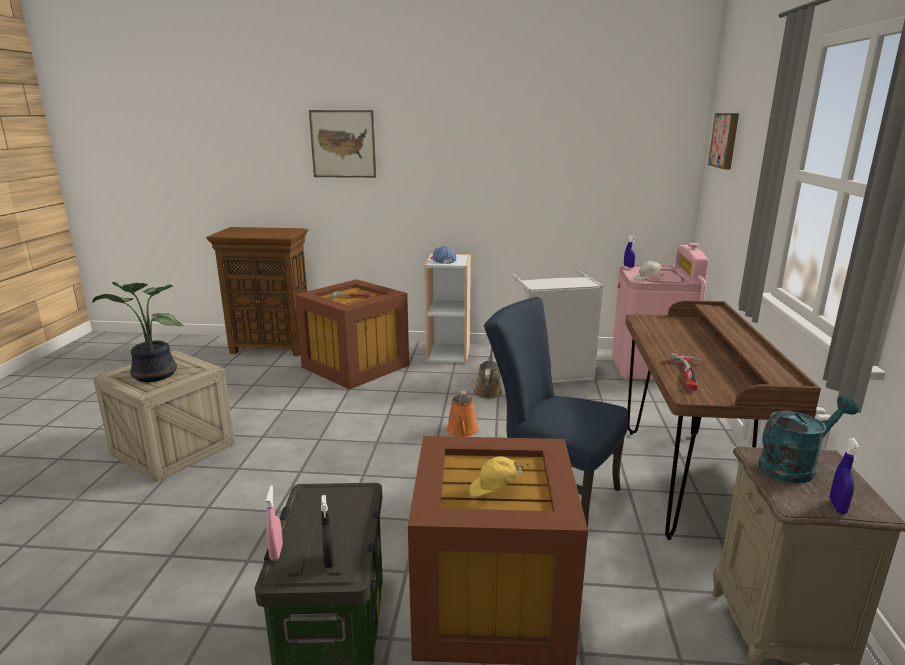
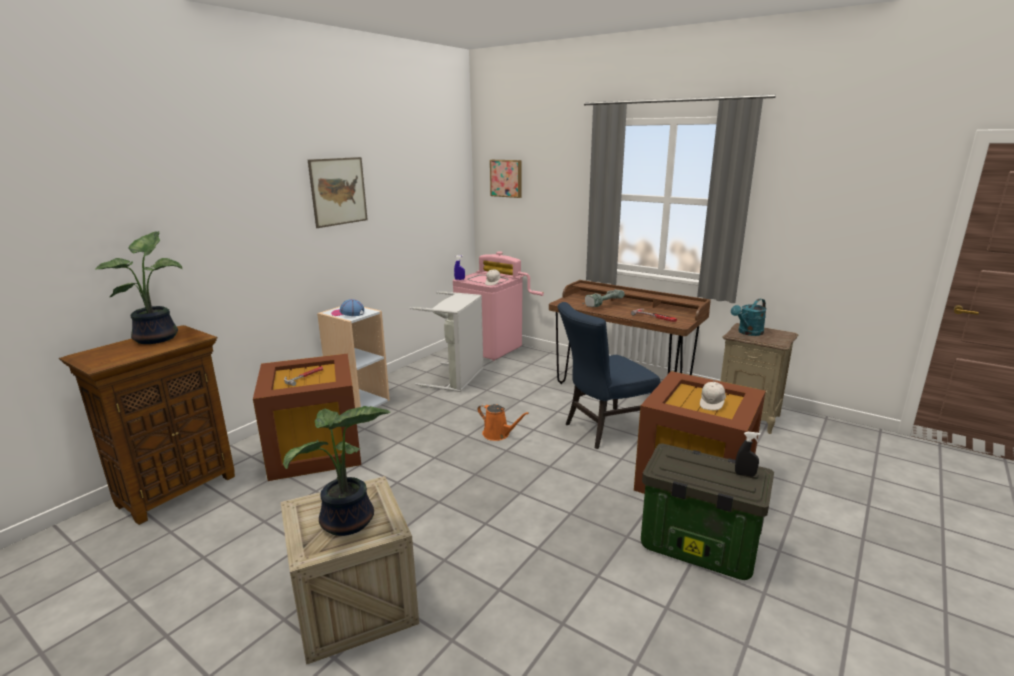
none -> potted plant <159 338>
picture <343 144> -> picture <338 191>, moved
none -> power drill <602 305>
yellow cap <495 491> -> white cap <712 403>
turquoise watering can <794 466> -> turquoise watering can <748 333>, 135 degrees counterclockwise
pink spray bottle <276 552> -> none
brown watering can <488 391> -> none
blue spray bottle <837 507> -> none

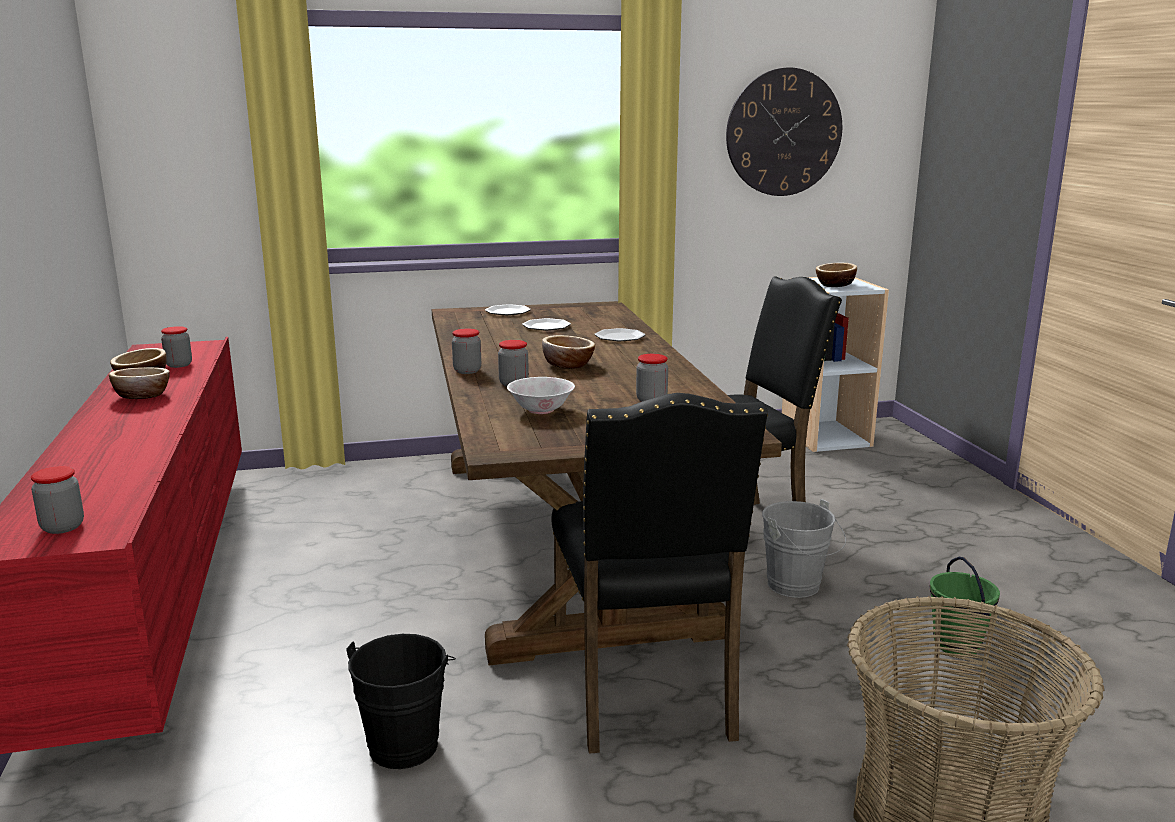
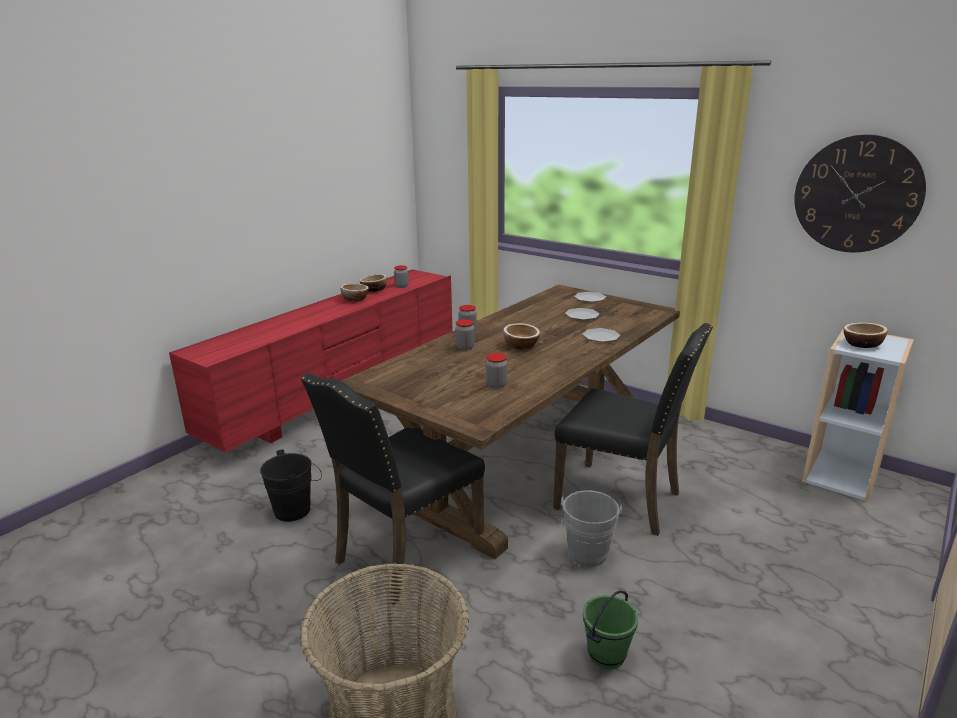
jar <62 527> -> none
white bowl <541 410> -> none

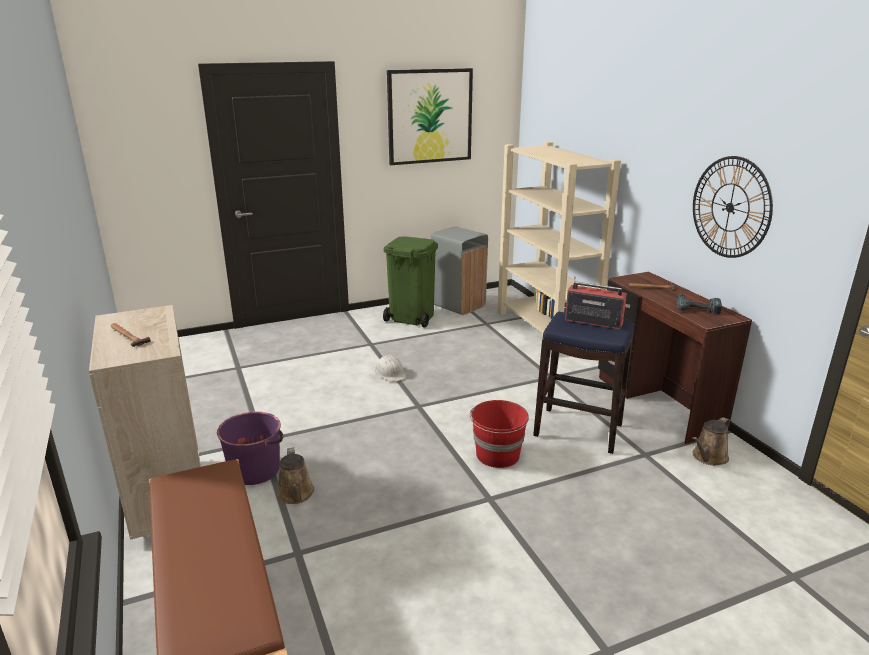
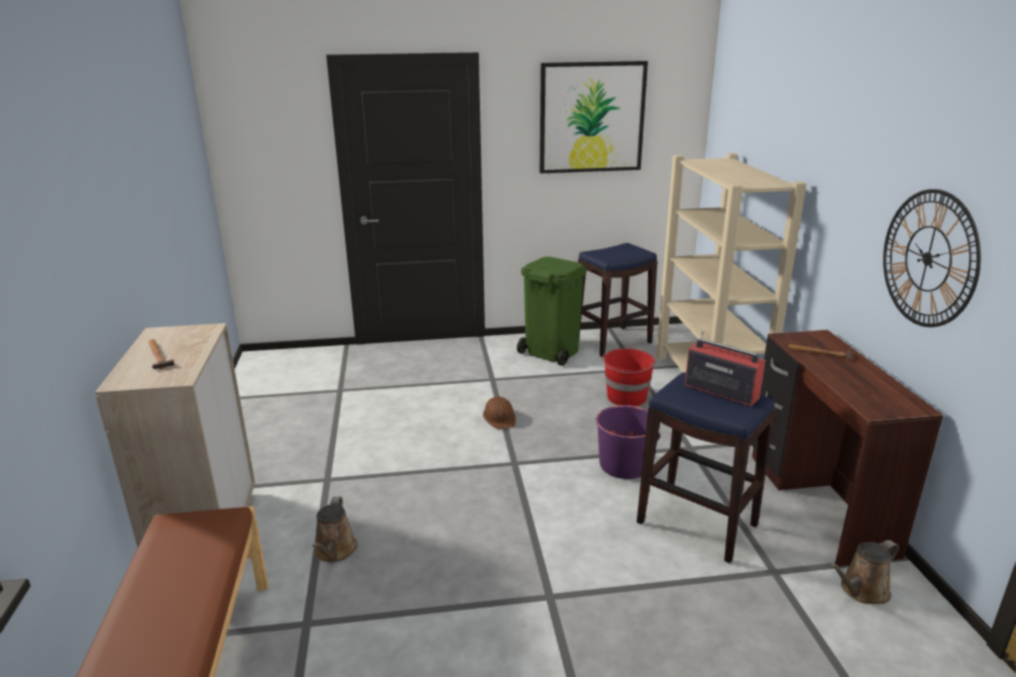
white hard hat <391 373> -> brown hard hat <500 418>
grey trash can <458 305> -> stool <612 342>
purple bucket <255 470> -> purple bucket <625 465>, moved
red bucket <497 455> -> red bucket <626 397>, moved
power drill <697 307> -> none

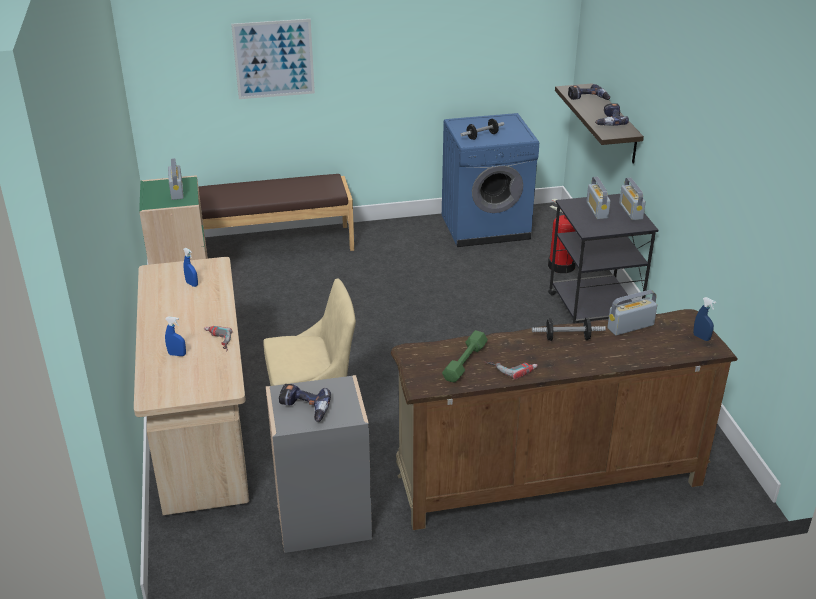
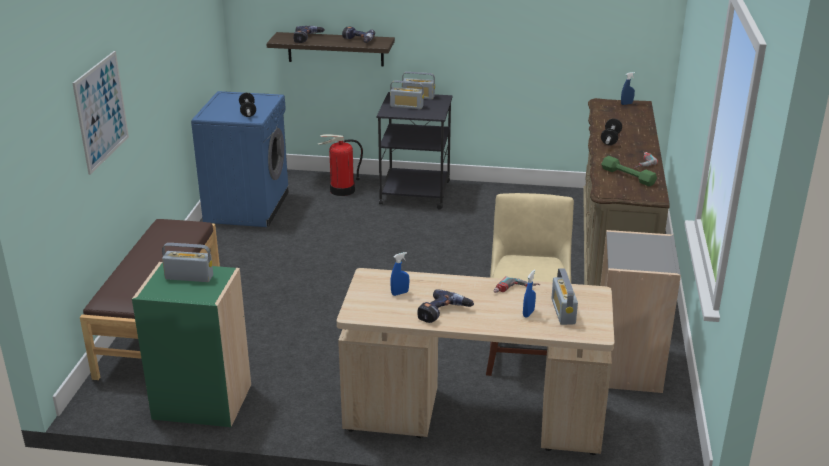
power drill <304 409> -> power drill <444 314>, moved
radio <630 326> -> radio <563 311>, moved

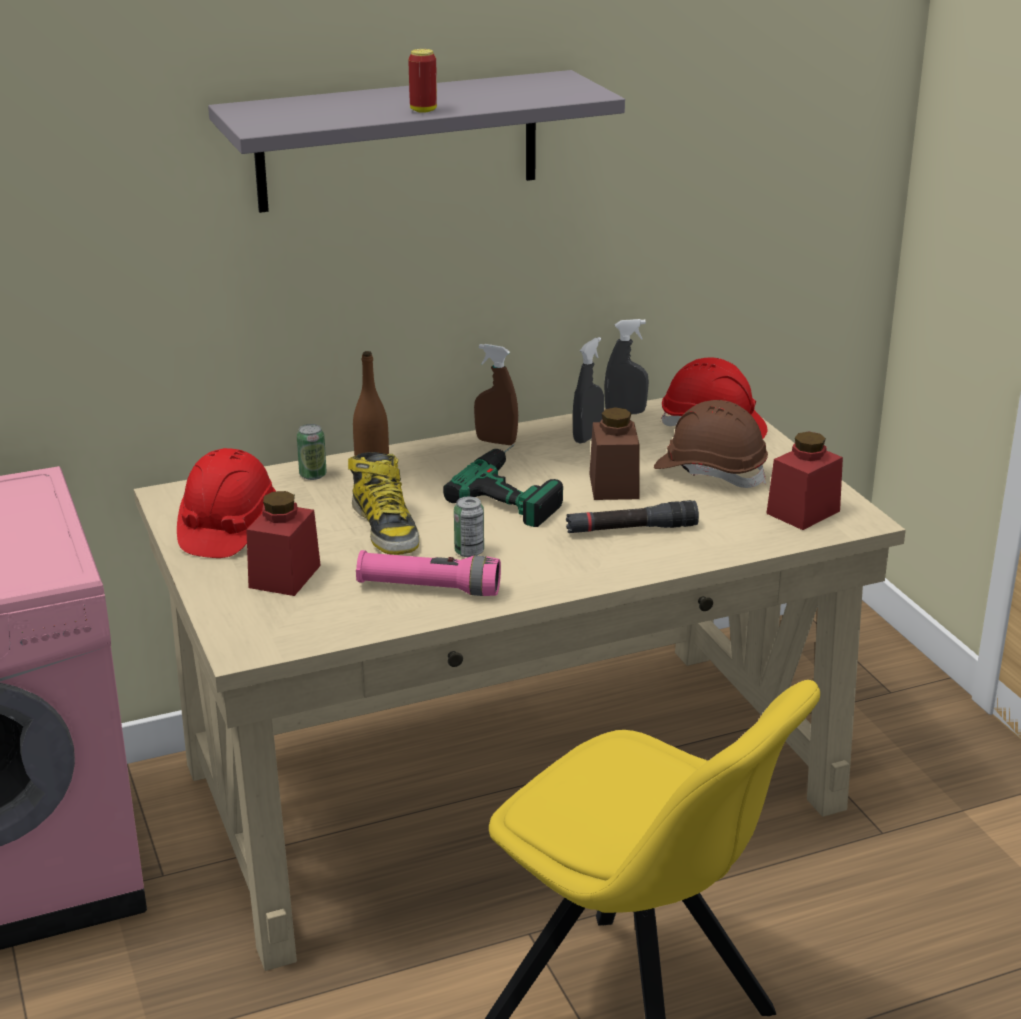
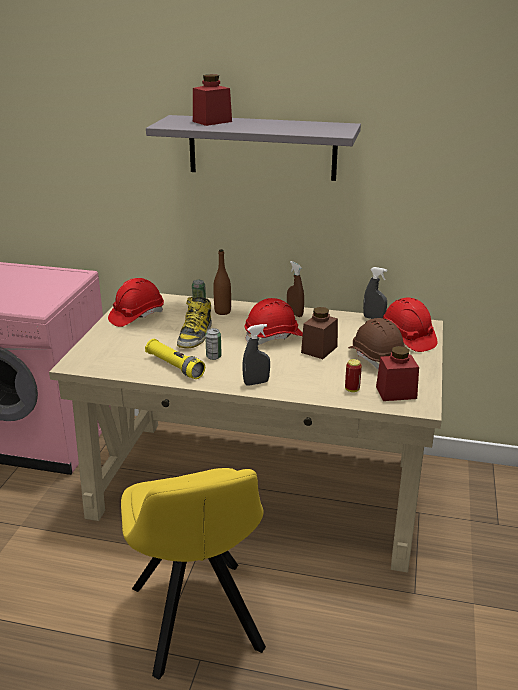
pink flashlight <429 588> -> yellow flashlight <175 366>
red jar <285 576> -> red jar <212 121>, moved
grey spray bottle <587 437> -> grey spray bottle <256 383>, moved
power drill <518 489> -> red hard hat <274 337>
can <423 110> -> can <352 389>, moved
black flashlight <631 529> -> none

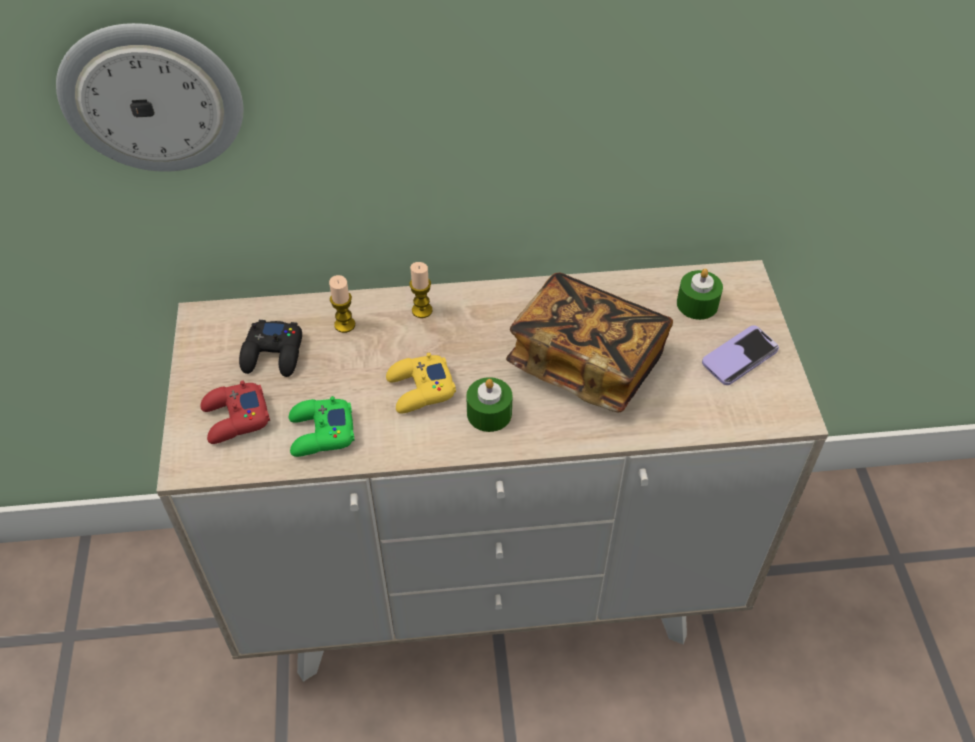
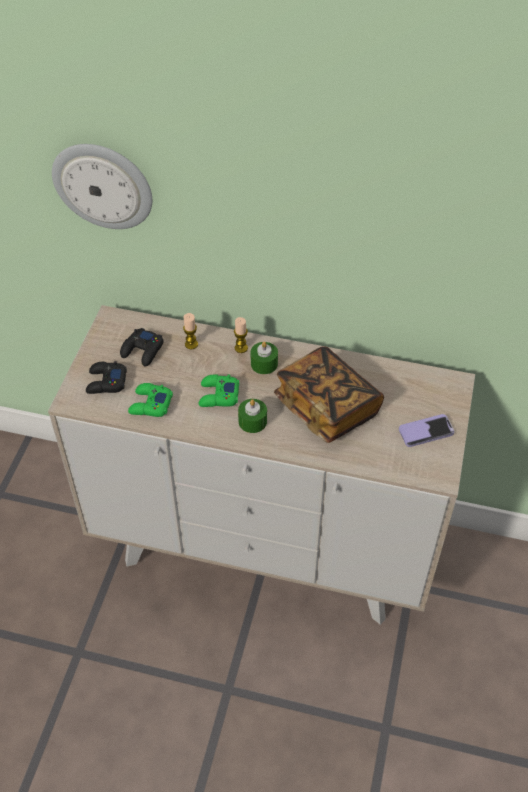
red game controller <235 418> -> black game controller <106 382>
yellow game controller <420 389> -> green game controller <218 395>
green candle <697 304> -> green candle <264 364>, moved

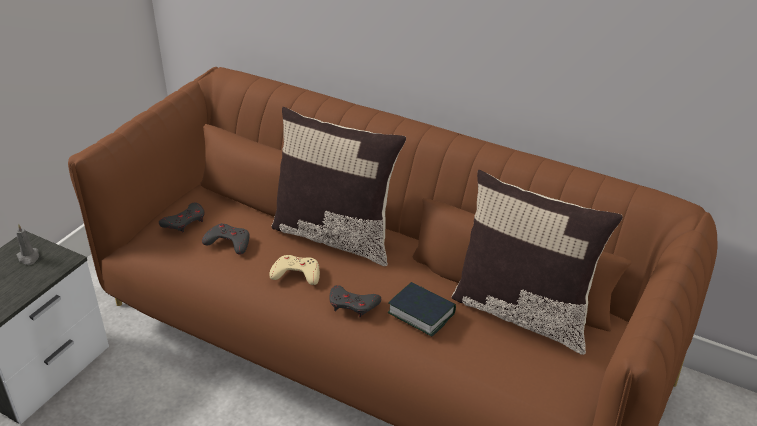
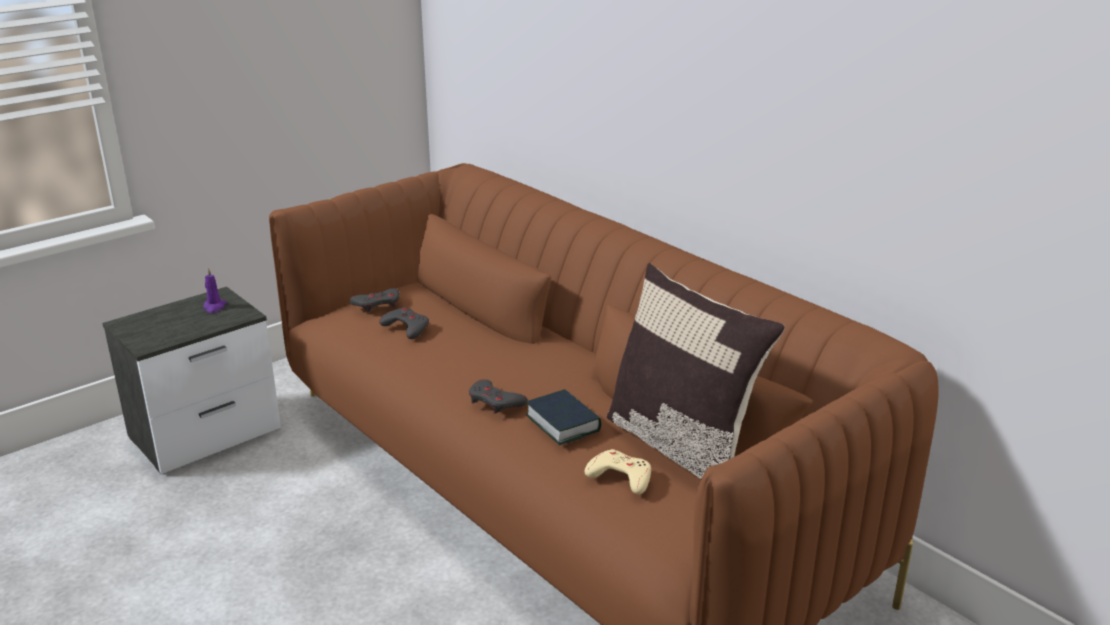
grey candle <29 257> -> purple candle <214 307>
beige game controller <296 274> -> beige game controller <620 476>, moved
pillow <336 236> -> none

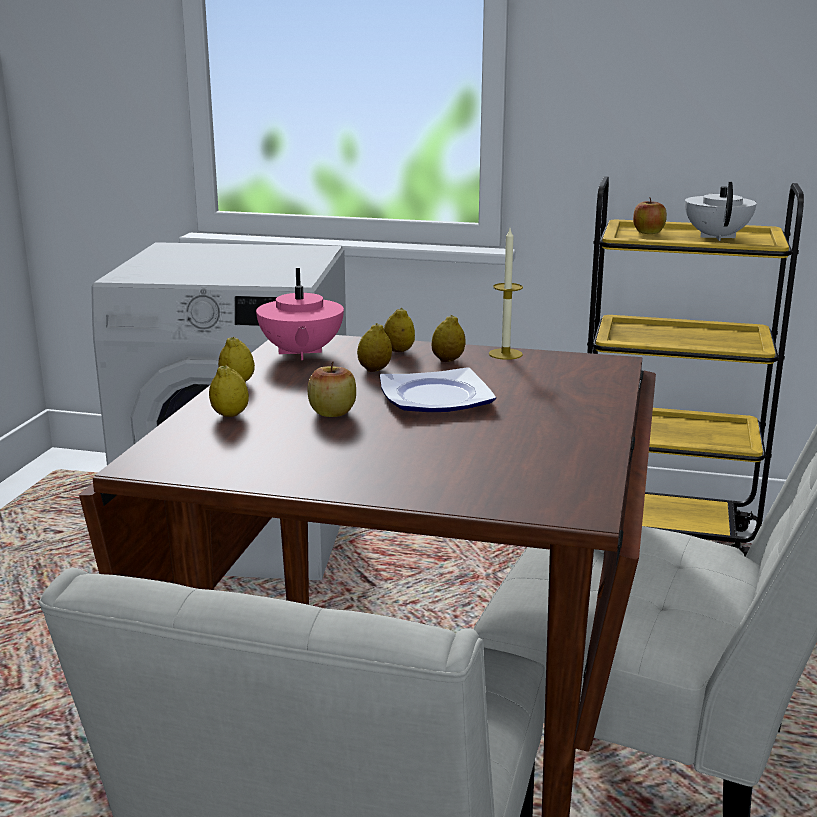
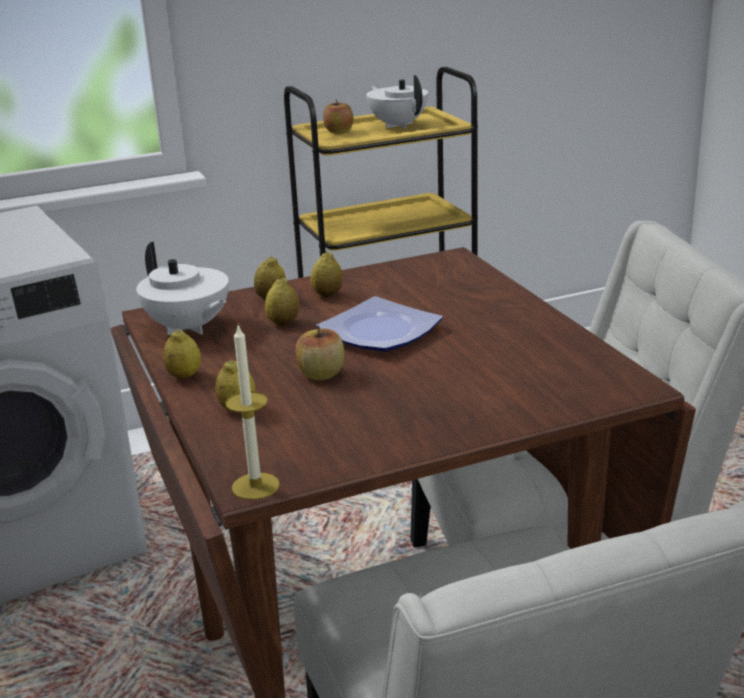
pink teapot <300 353> -> white teapot <188 328>
candle <505 354> -> candle <255 486>, moved

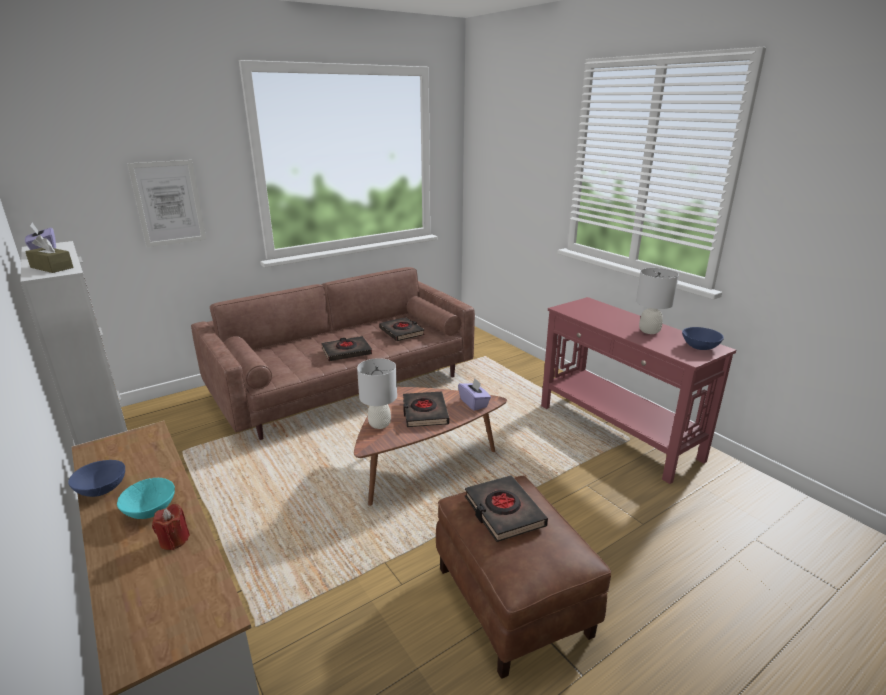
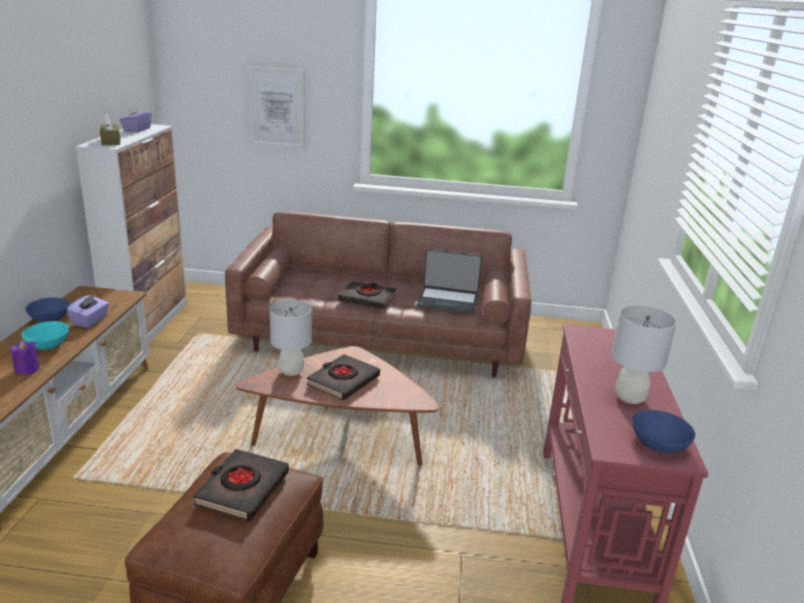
red candle <174 540> -> purple candle <27 370>
purple tissue box <474 403> -> purple tissue box <90 321>, moved
black book <402 332> -> laptop <448 301>

